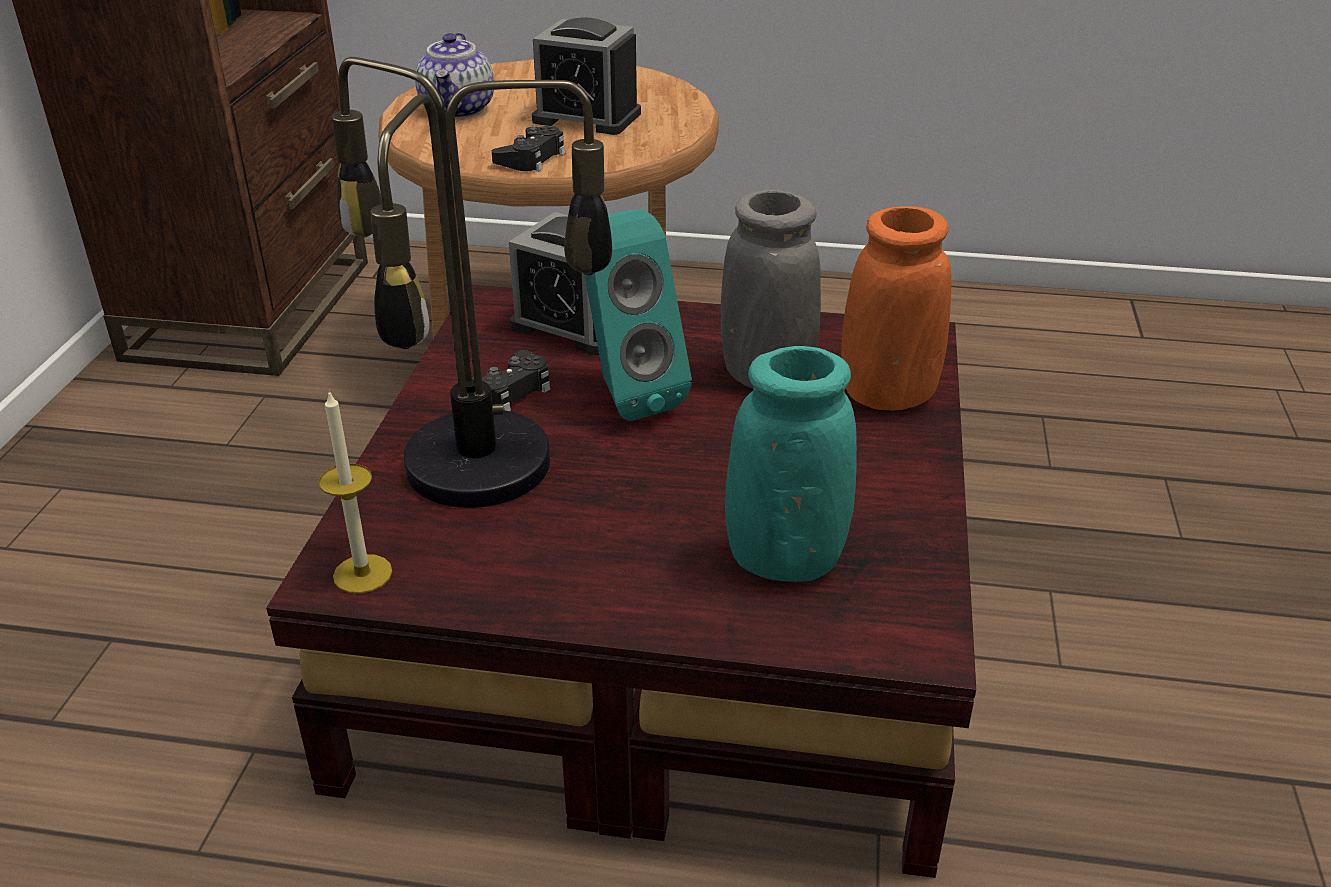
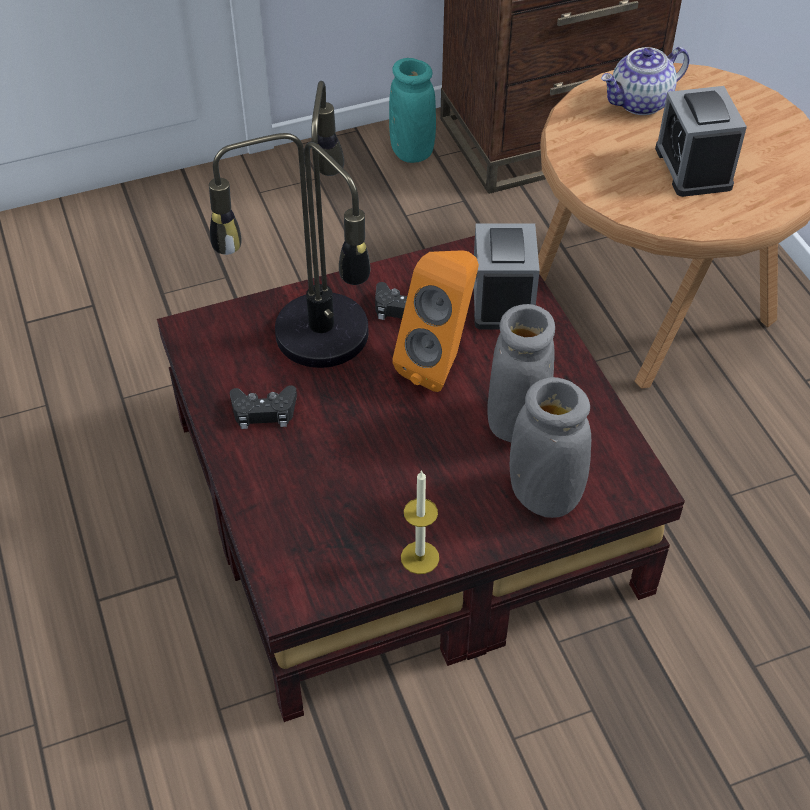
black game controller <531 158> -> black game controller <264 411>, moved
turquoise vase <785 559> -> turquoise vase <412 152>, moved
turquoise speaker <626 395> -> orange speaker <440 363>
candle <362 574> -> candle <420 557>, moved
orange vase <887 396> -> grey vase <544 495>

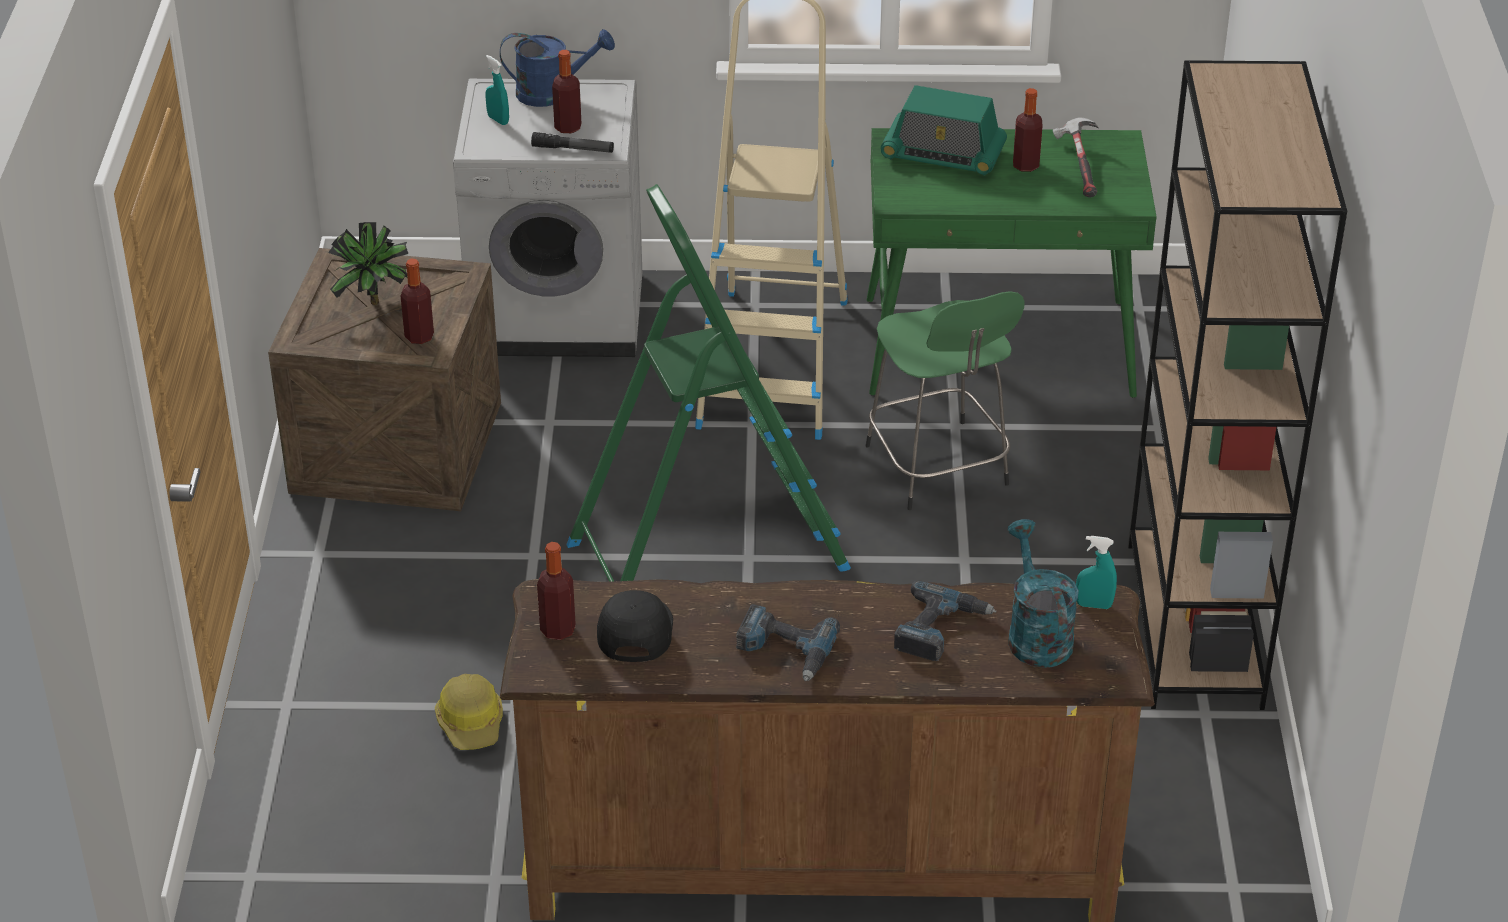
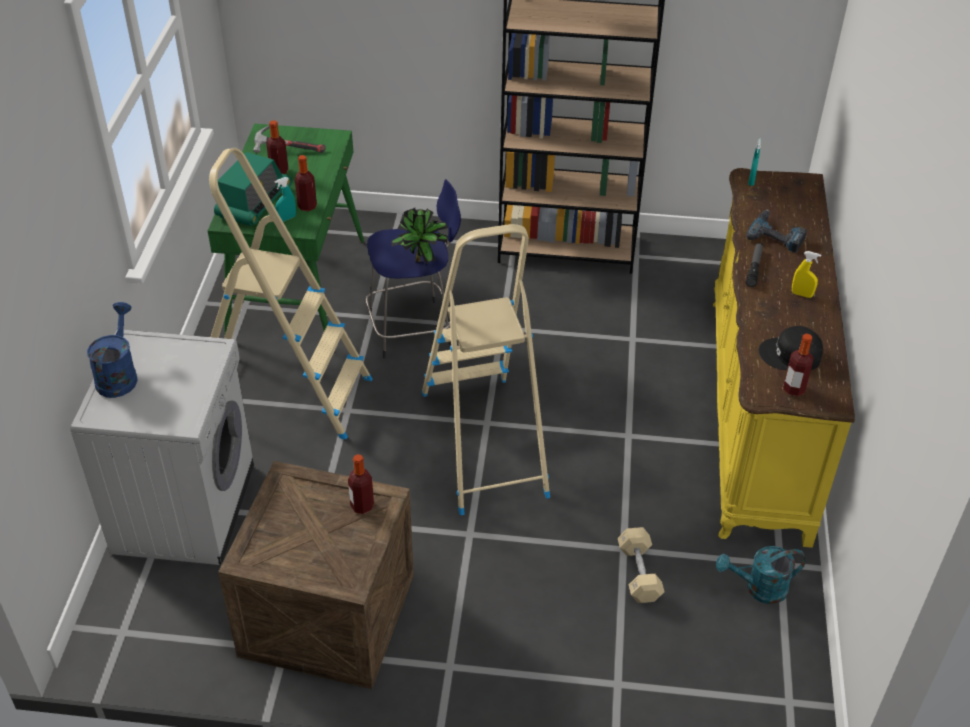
turquoise spray bottle <498 120> -> turquoise spray bottle <287 218>, moved
bottle <568 127> -> bottle <307 206>, moved
green stool <938 468> -> blue stool <413 328>
potted plant <374 306> -> potted plant <422 261>, moved
green step ladder <709 556> -> beige step ladder <482 441>
hard hat <472 723> -> beige dumbbell <639 573>
turquoise watering can <1035 634> -> turquoise watering can <759 588>, moved
flashlight <573 149> -> flashlight <754 268>, moved
power drill <784 650> -> yellow spray bottle <801 294>

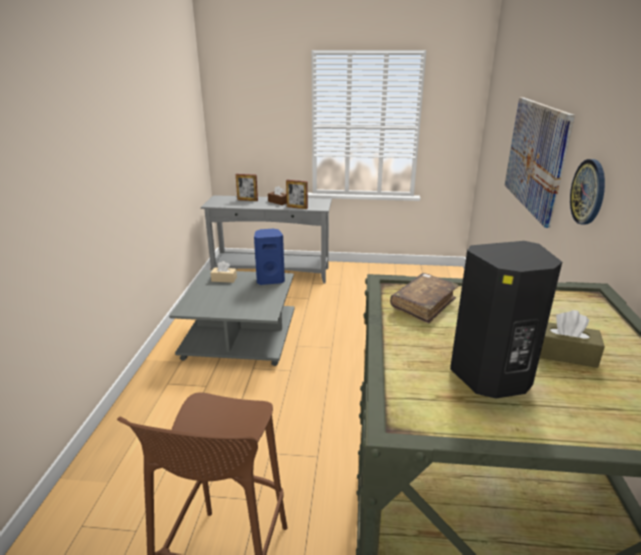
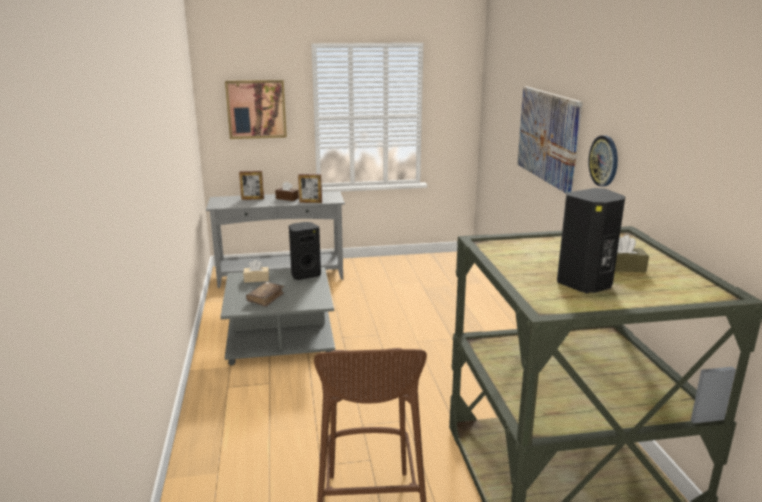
none -> picture <256 109>
brown book <423 304> -> brown book <265 298>, moved
blue speaker <270 280> -> black speaker <305 275>

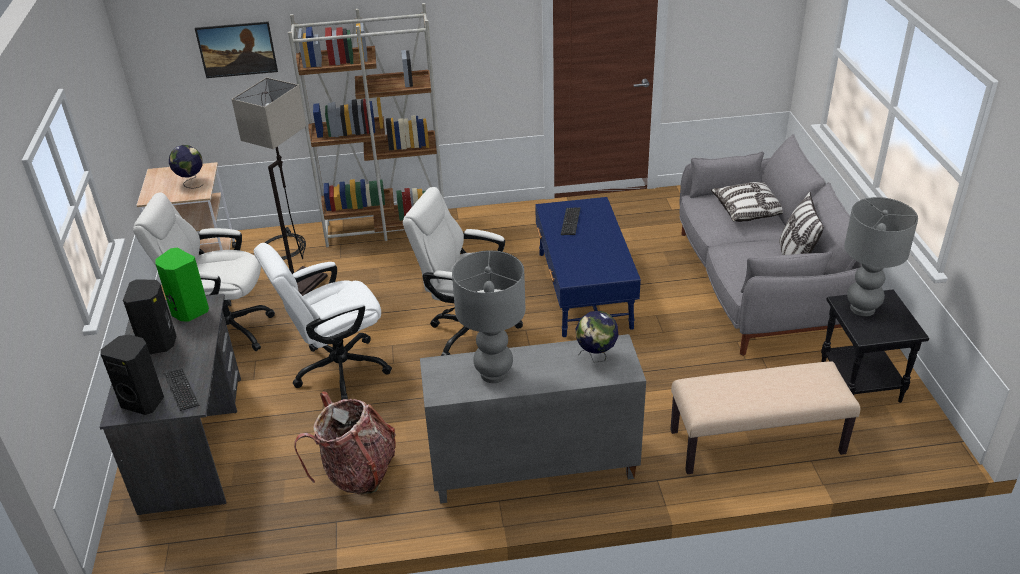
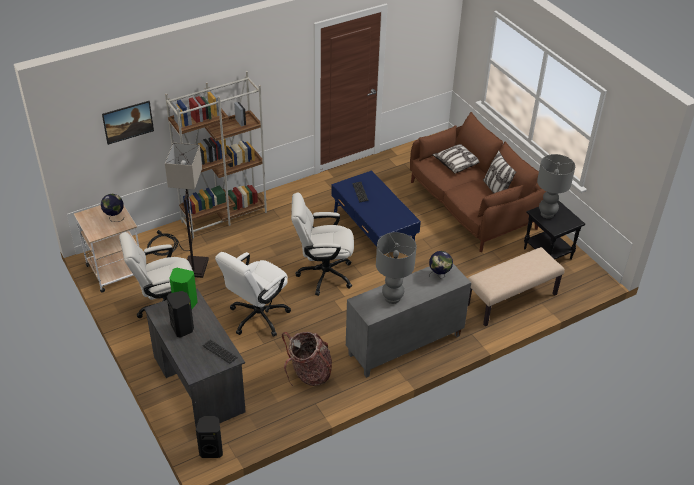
black speaker <144 401> -> black speaker <211 450>, moved
grey sofa <762 284> -> brown sofa <471 205>

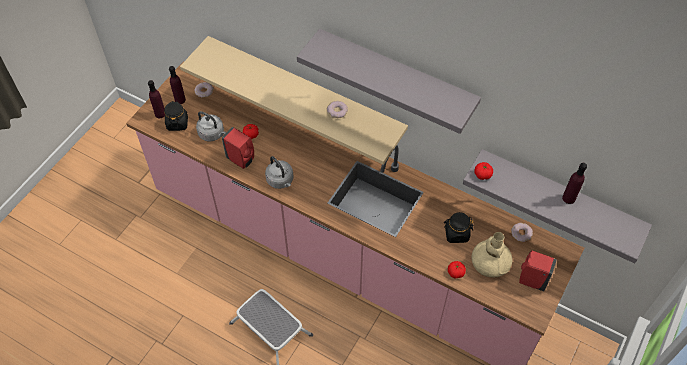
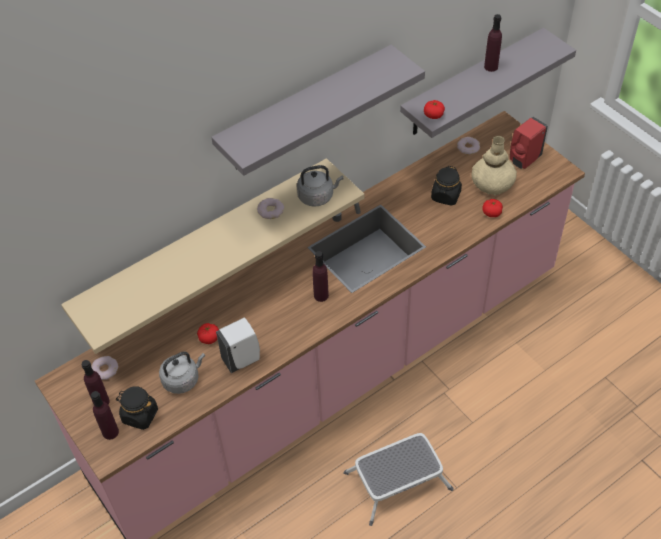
red soap dispenser <241 160> -> white soap dispenser <242 359>
grey kettle <281 181> -> grey kettle <317 196>, moved
none -> purple bottle <321 295>

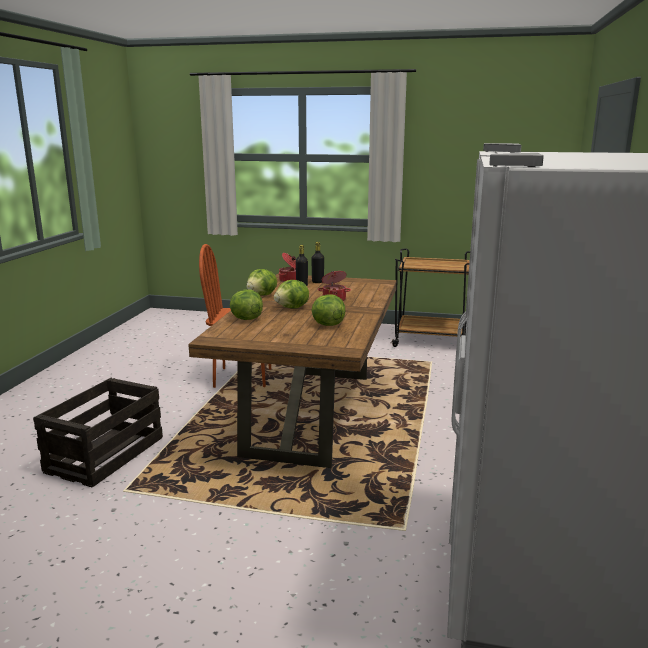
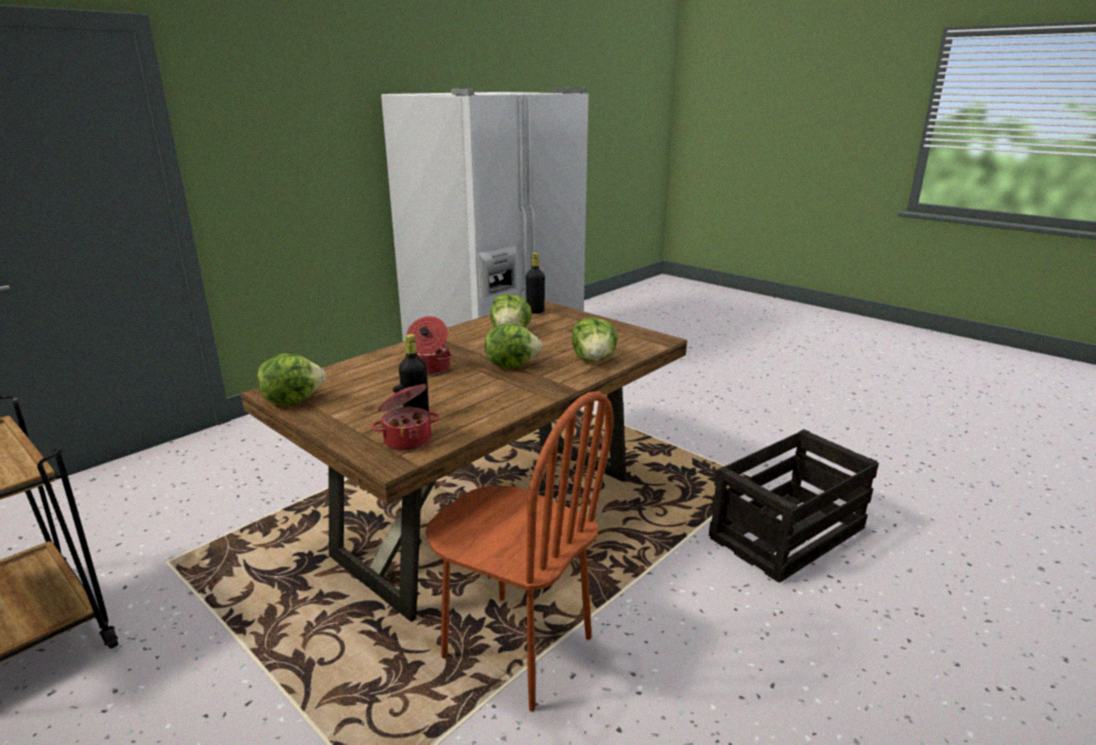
lettuce <262 295> -> lettuce <292 400>, moved
black bottle <317 282> -> black bottle <535 311>, moved

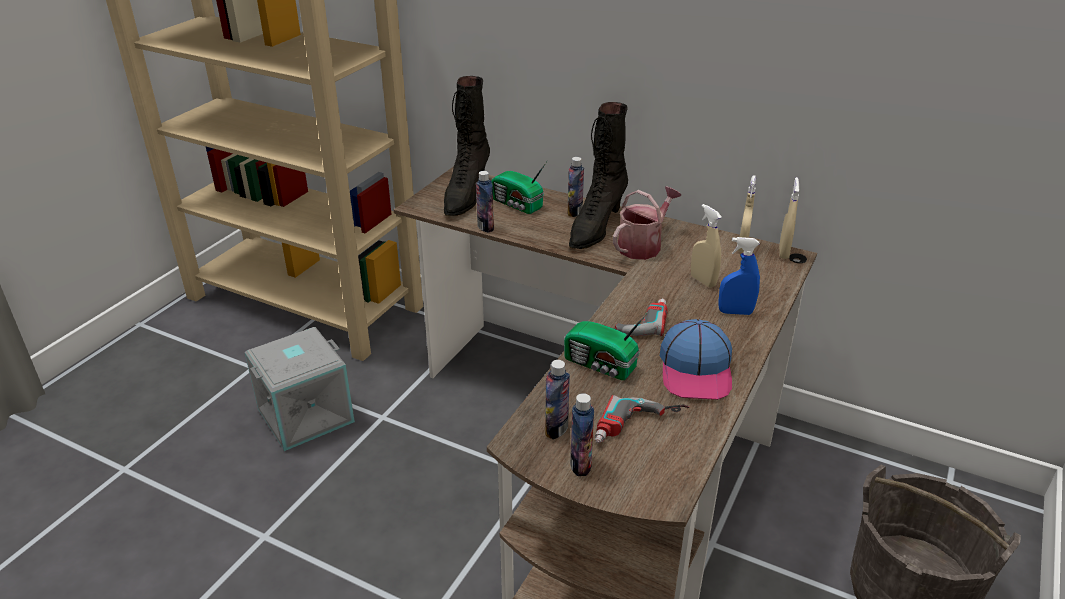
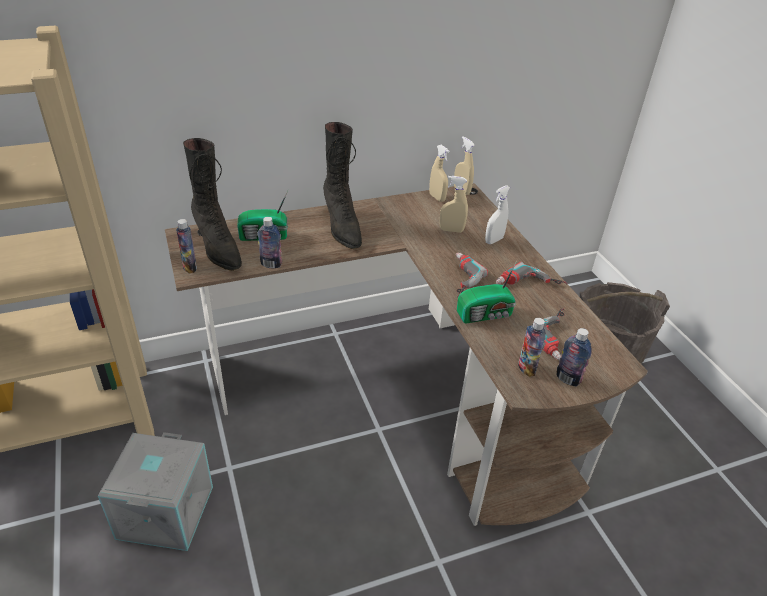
bottle <575 212> -> bottle <190 267>, moved
blue spray bottle <735 312> -> white spray bottle <494 240>
cap <696 370> -> power drill <529 286>
watering can <643 245> -> none

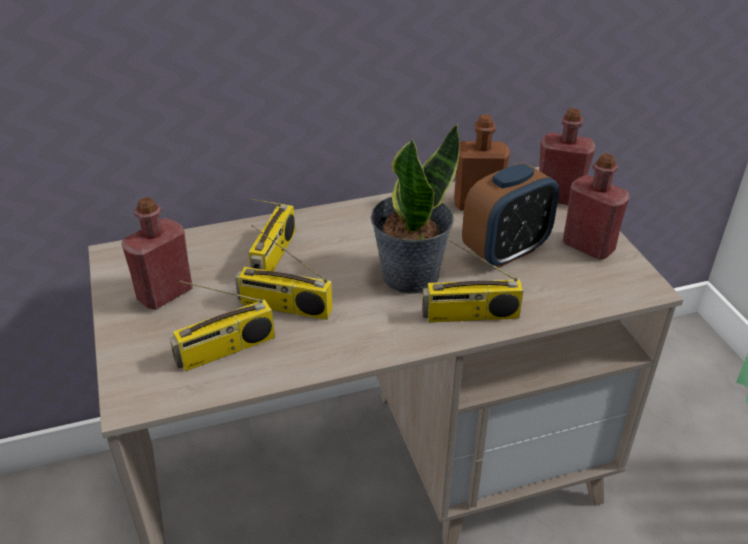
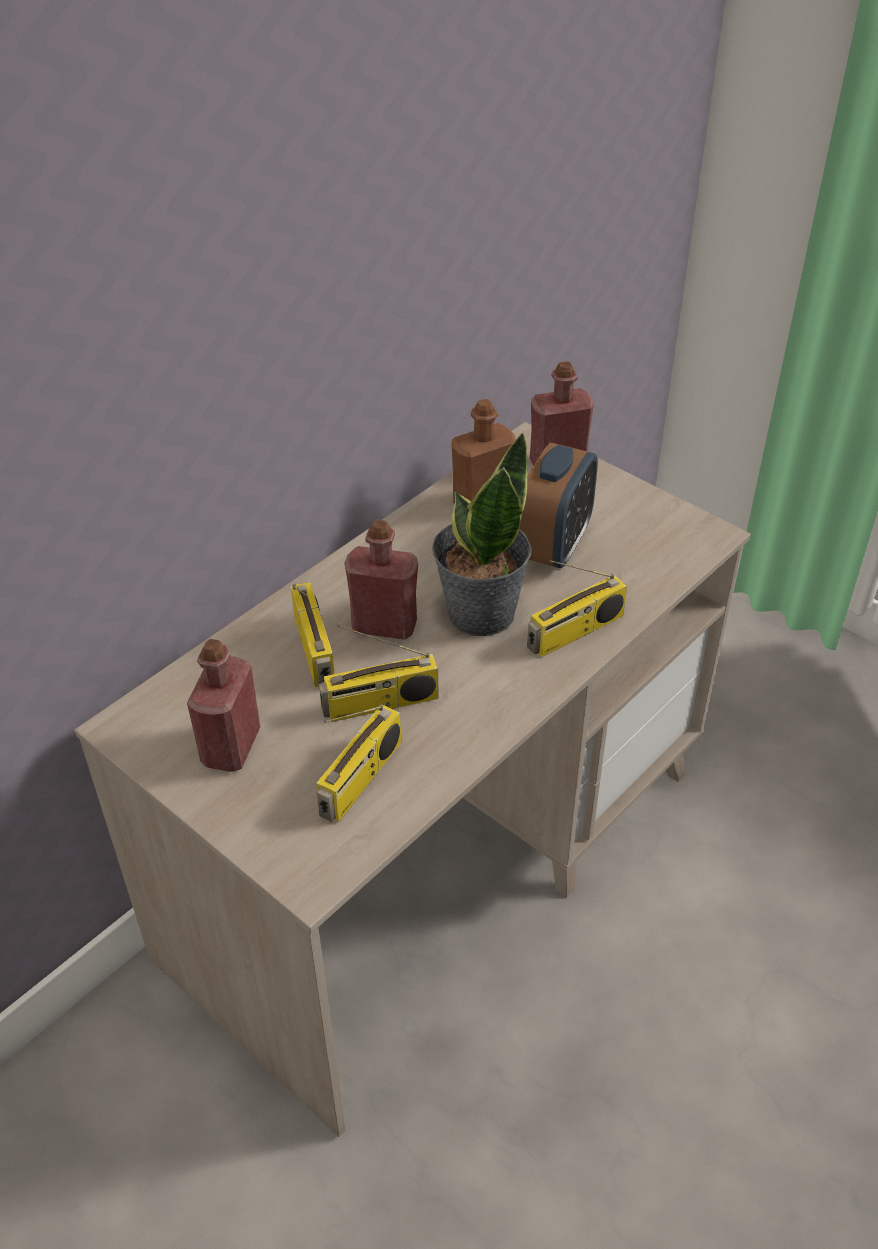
red bottle <588 246> -> red bottle <384 626>, moved

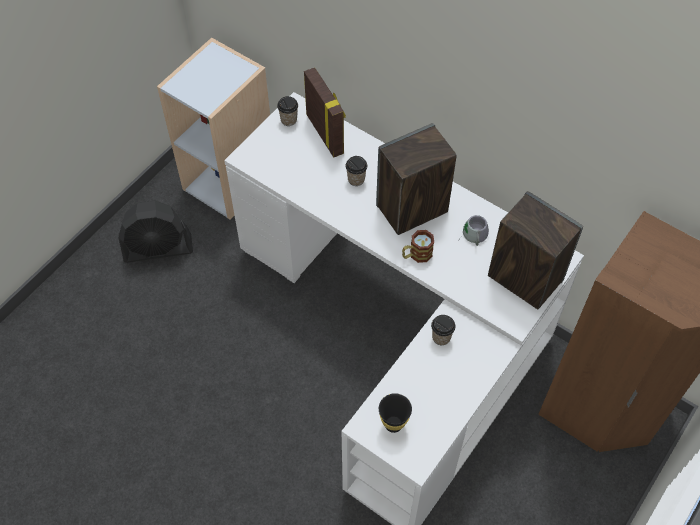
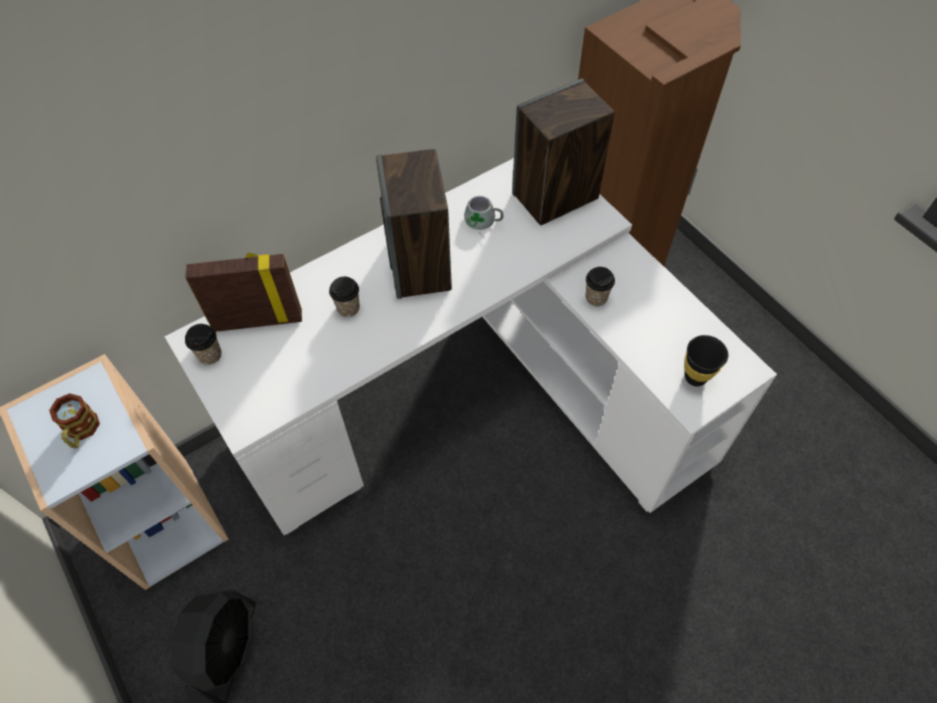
mug <416 255> -> mug <82 432>, moved

